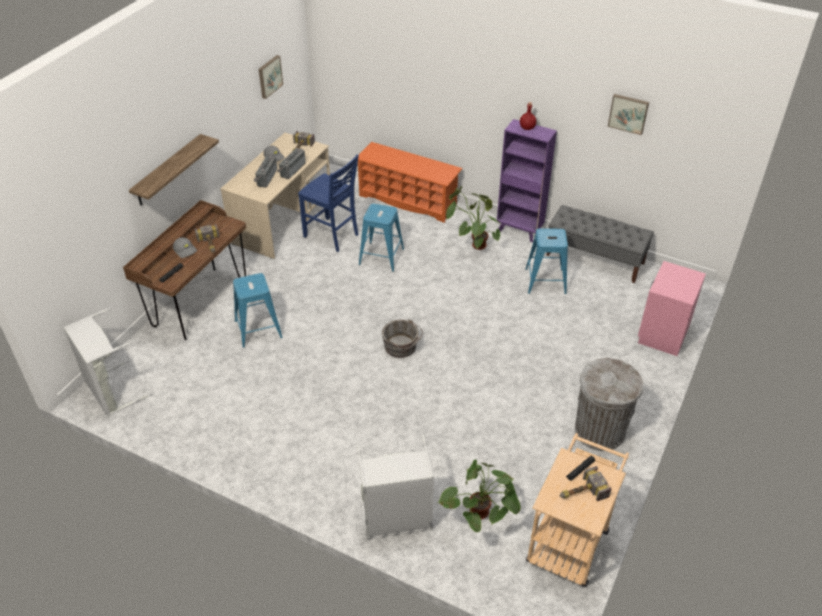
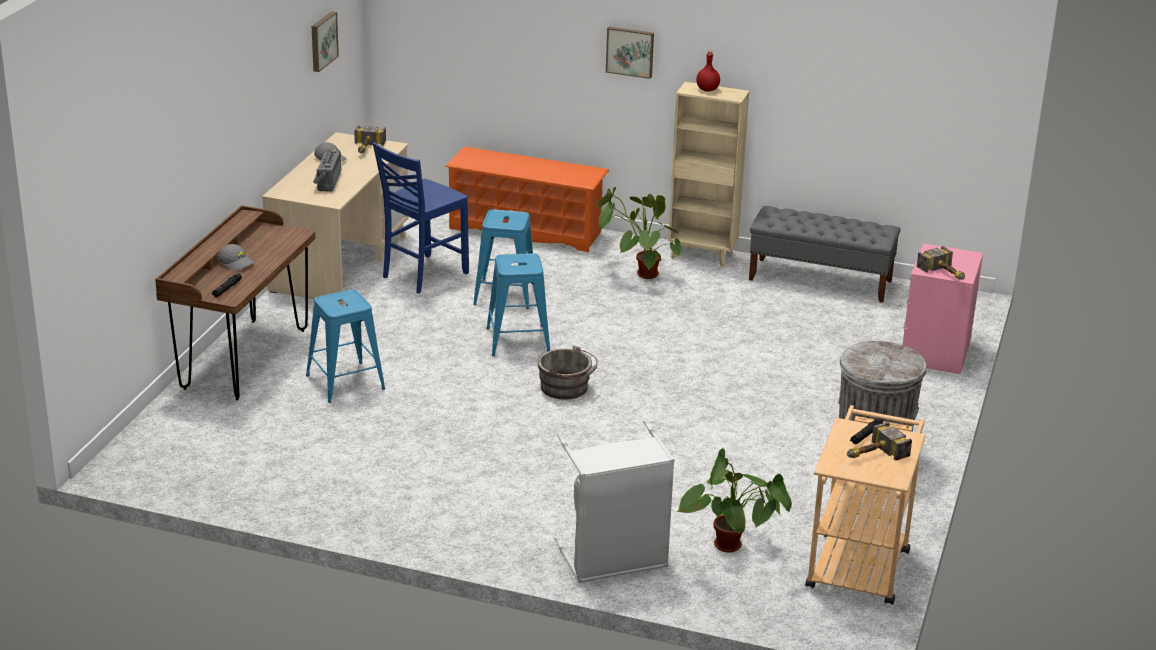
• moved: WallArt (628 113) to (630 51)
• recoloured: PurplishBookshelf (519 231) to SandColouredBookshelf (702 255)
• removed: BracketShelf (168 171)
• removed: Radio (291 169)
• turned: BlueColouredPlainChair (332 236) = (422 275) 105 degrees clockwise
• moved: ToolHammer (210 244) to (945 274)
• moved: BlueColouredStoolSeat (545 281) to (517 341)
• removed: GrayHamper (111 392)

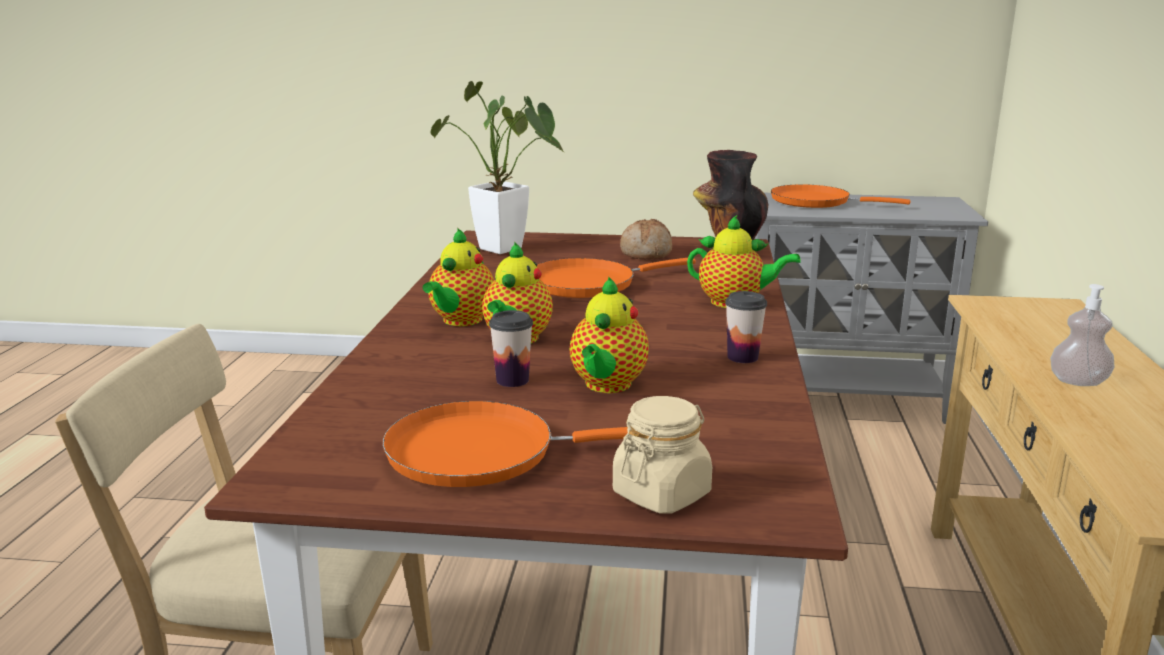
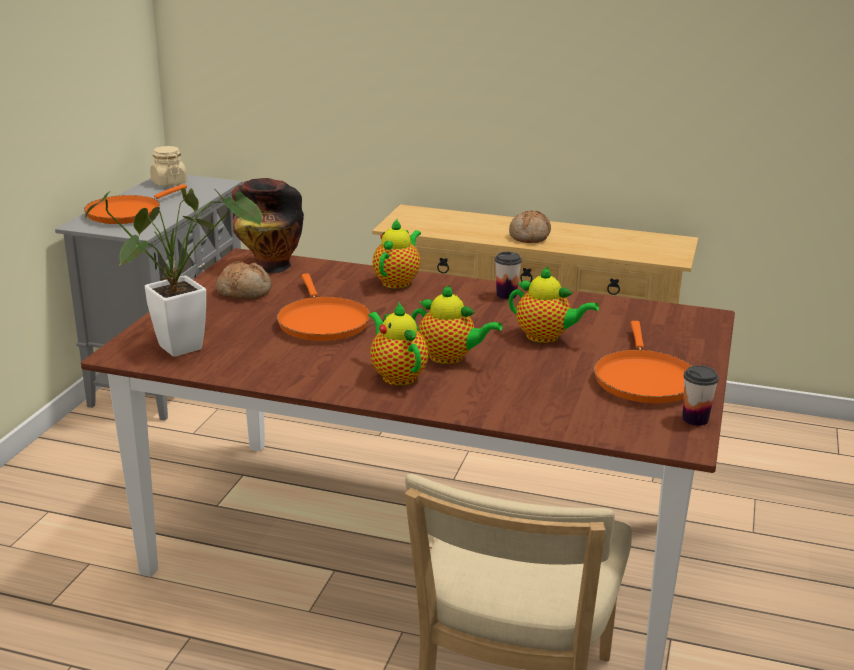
• turned: PotForTea (460 321) = (397 375) 150 degrees counterclockwise
• replaced: LiquidSoapBottle (1078 382) to BakedBread (530 236)
• moved: Cup (512 380) to (695 419)
• moved: SandColouredJar (661 494) to (169 183)

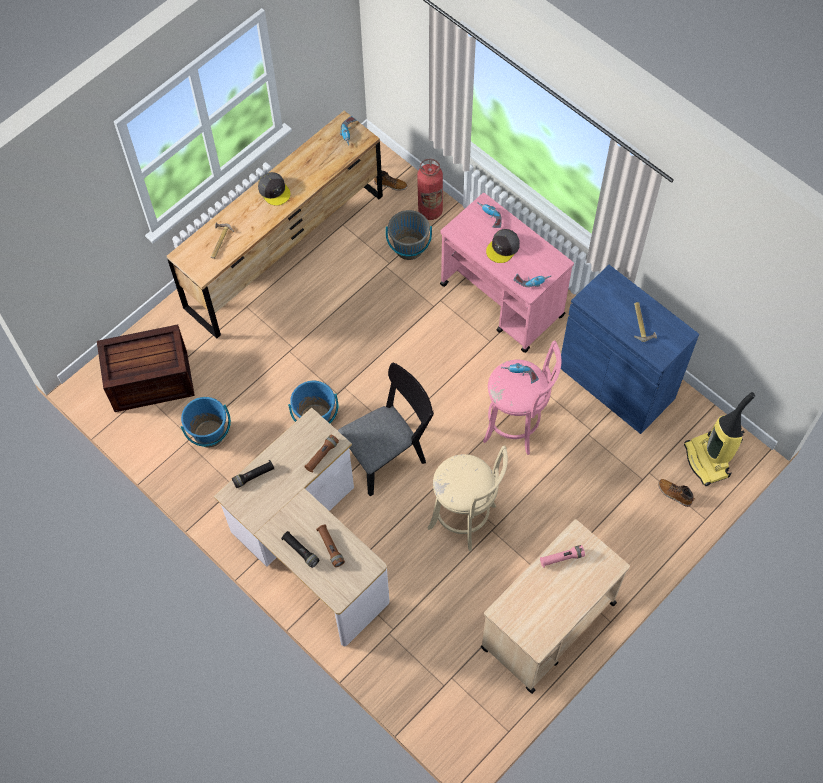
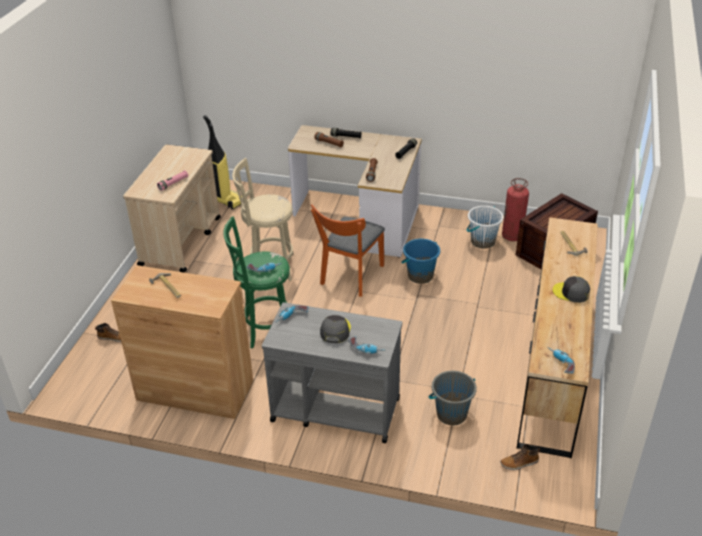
• moved: FireExtinguisher (430 211) to (512 236)
• recoloured: PinkColouredWheeledCart (502 301) to GrayWheeledCart (334 409)
• recoloured: BlueColouredCabinet (616 383) to BrownColouredCabinet (195 390)
• recoloured: PinkColouredStoolSeat (516 426) to GreenishStoolSeat (265 329)
• recoloured: BlackishPlainChair (389 455) to OrangeyPlainChair (350 277)
• moved: Vacuum (708 460) to (226 200)
• recoloured: BlueColouredPail (209 434) to WhitishPail (482 241)

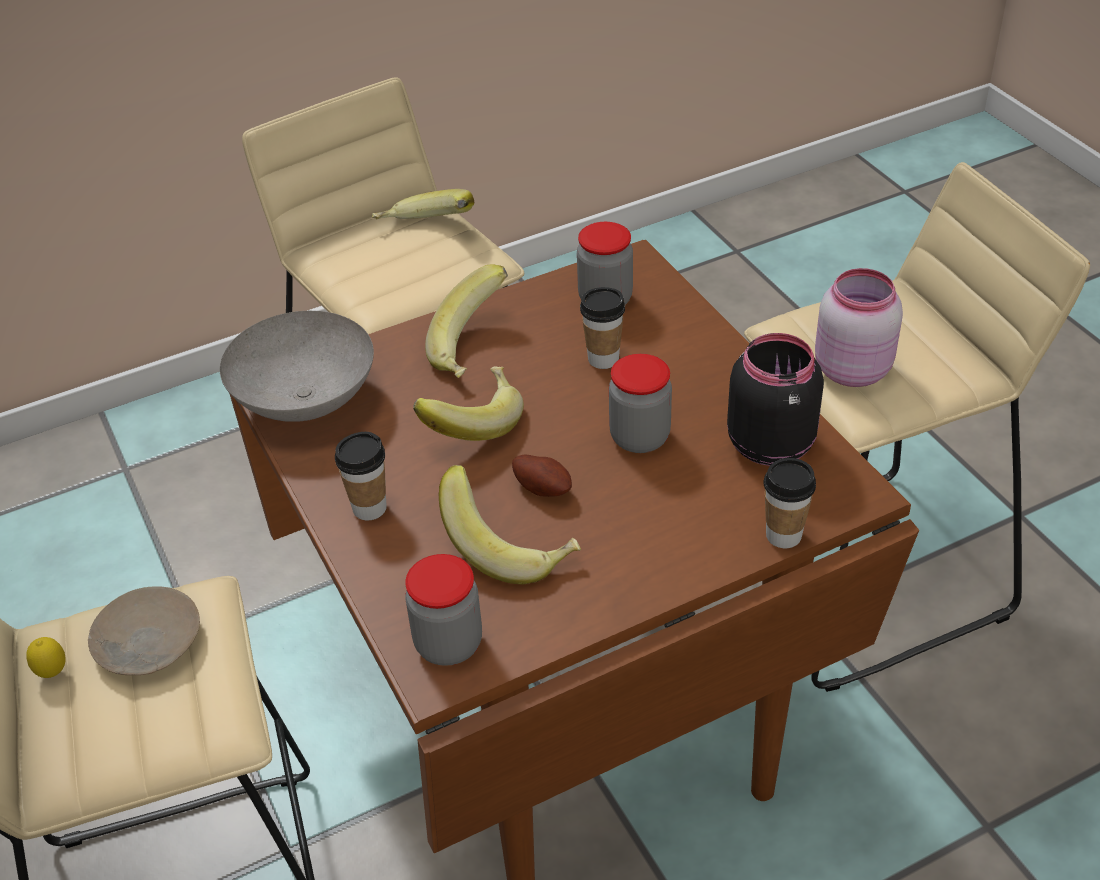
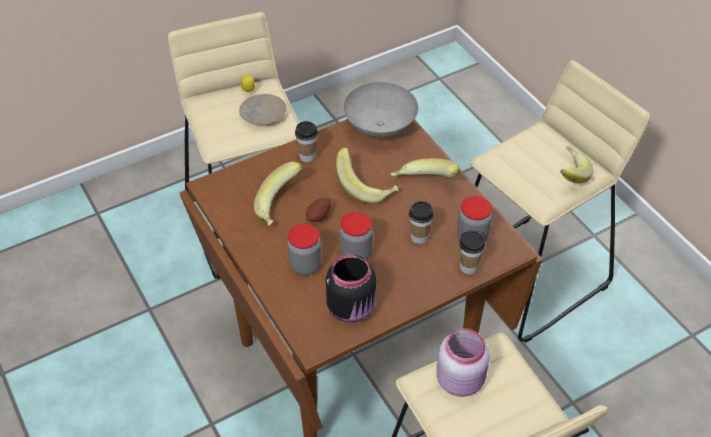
• moved: Cup (783 535) to (468 267)
• moved: Jar (448 644) to (305 265)

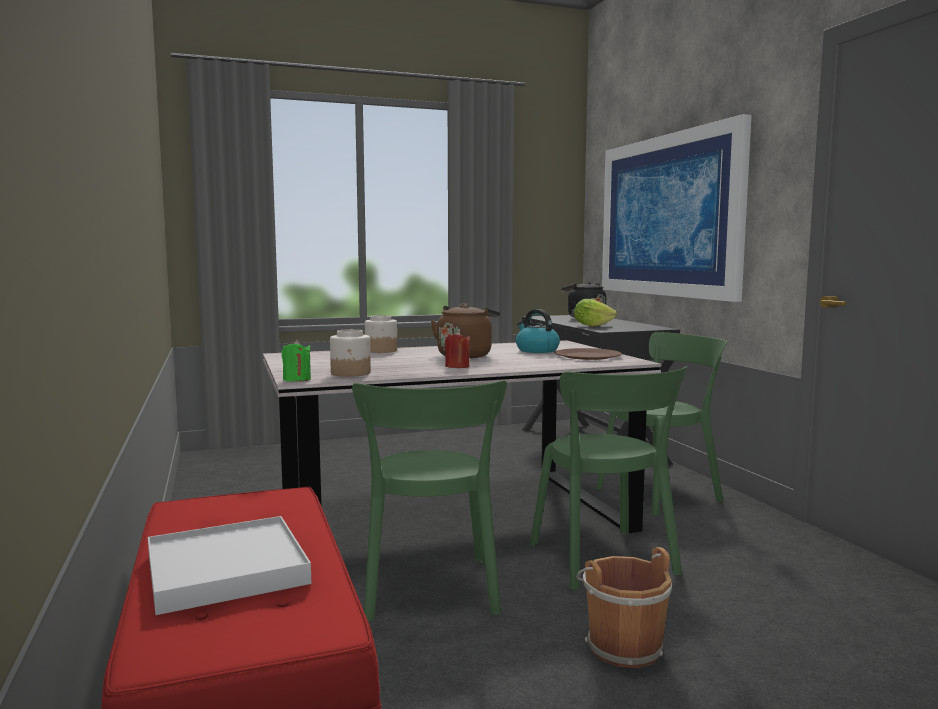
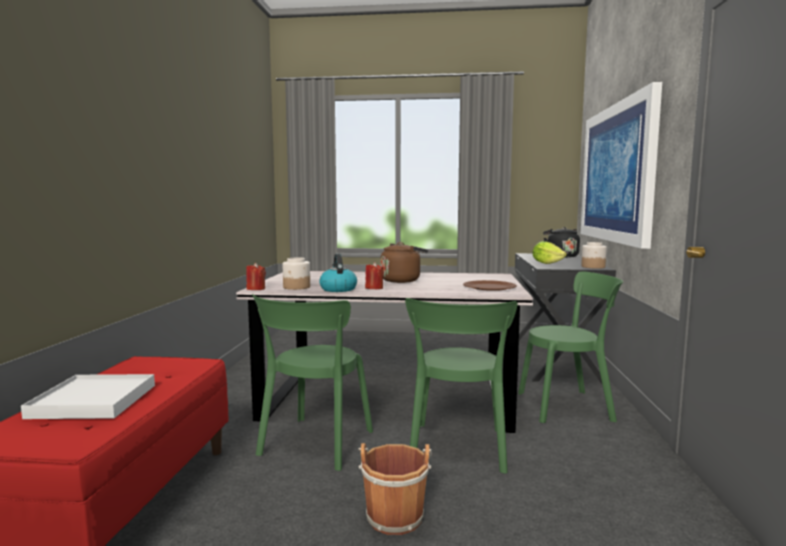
• moved: TeaKettle (536 350) to (338 289)
• moved: Jar (380 350) to (592 267)
• recoloured: GreenishWaxLight (297 379) to RedColouredWaxLight (256 289)

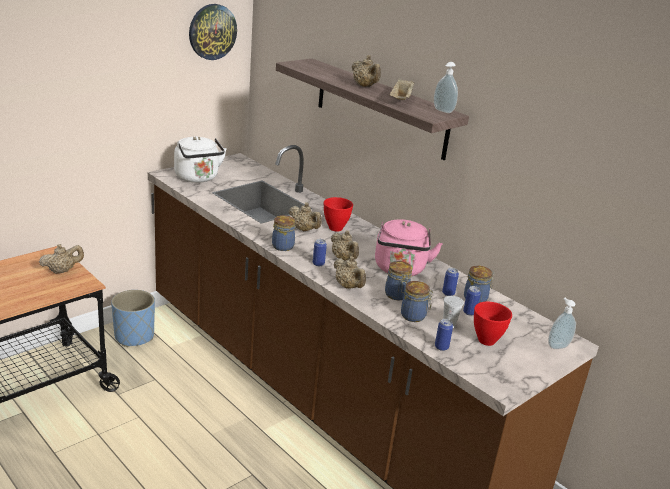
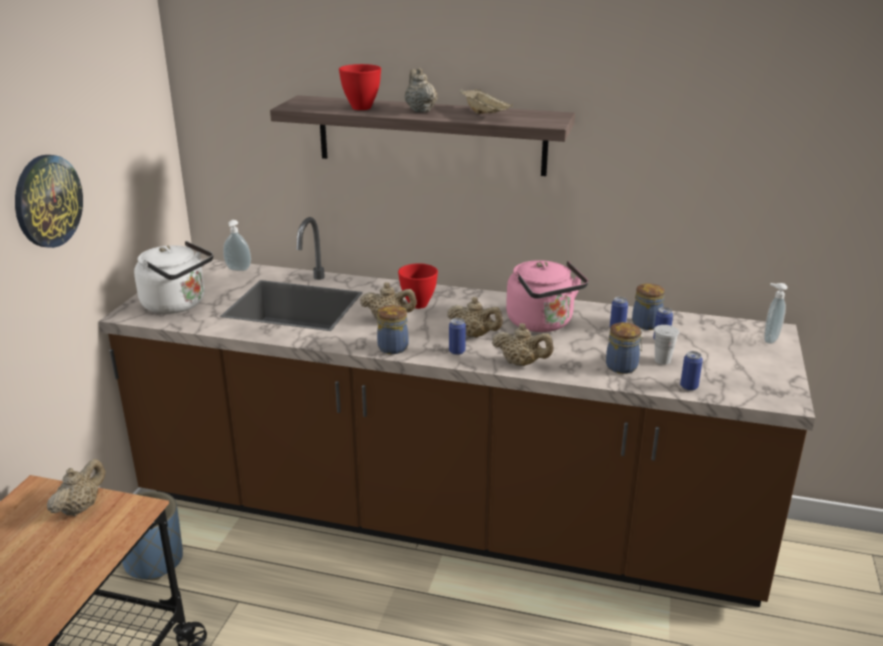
• moved: WallClock (212 31) to (47 201)
• turned: SandColouredPotForTea (365 86) = (420 110) 135 degrees counterclockwise
• moved: LiquidSoapBottle (442 111) to (238 270)
• removed: Jar (397 295)
• moved: RedColouredServingBowl (486 340) to (361 107)

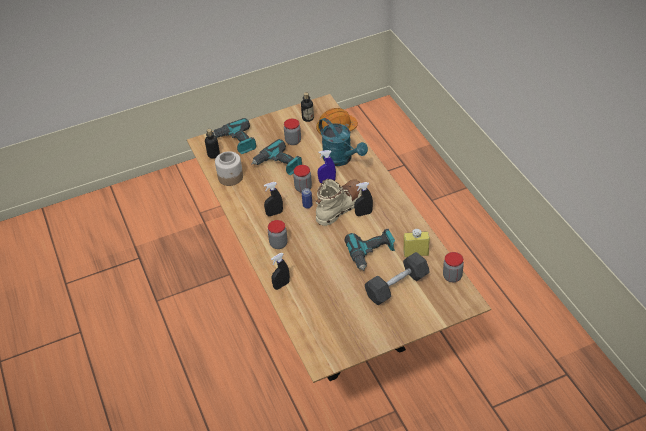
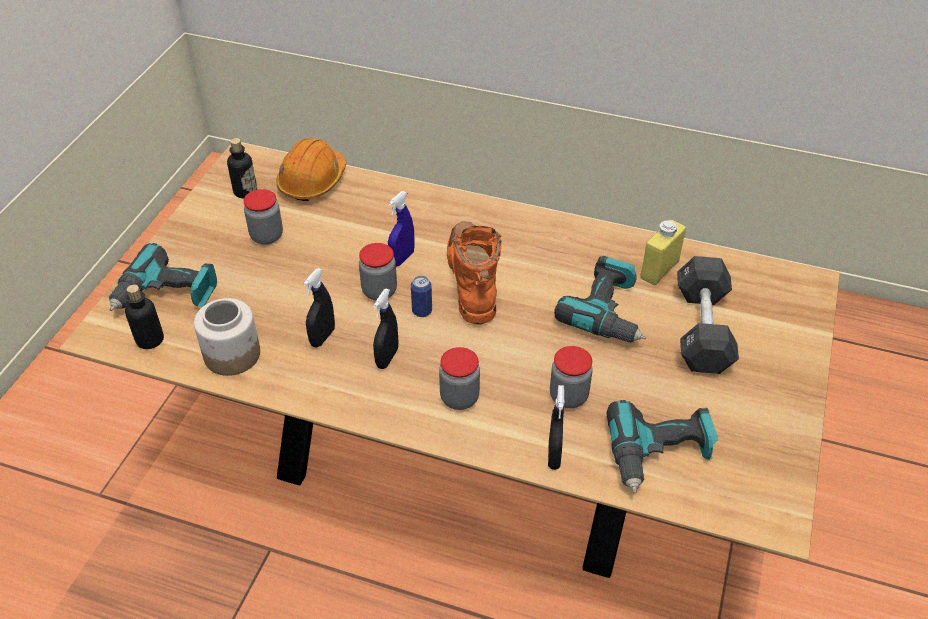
• removed: BlueGreenSprinklingCan (341 159)
• moved: PowerDrill (278 164) to (659 455)
• recoloured: SandColouredHighTopBoot (340 207) to OrangeyHighTopBoot (473 280)
• moved: BlackishHandSprayer (363 213) to (322 337)
• moved: Jar (452 276) to (568 396)

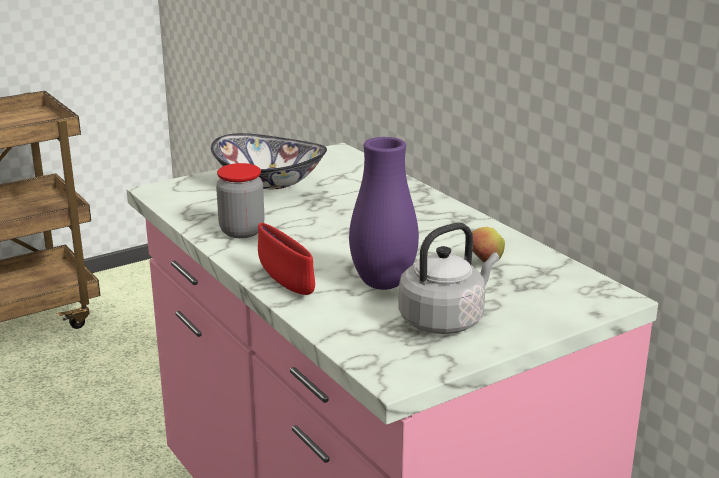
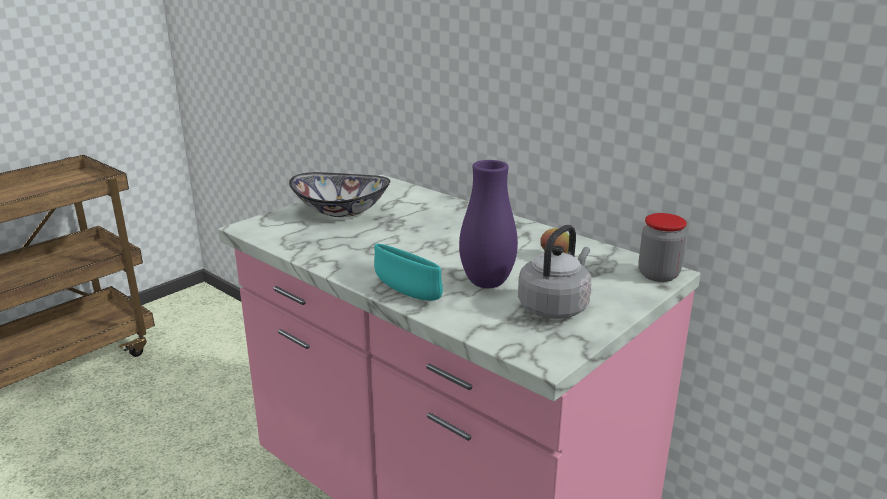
• moved: Jar (242 231) to (658 275)
• recoloured: RedColouredServingBowl (286 283) to BlueGreenServingBowl (407 293)

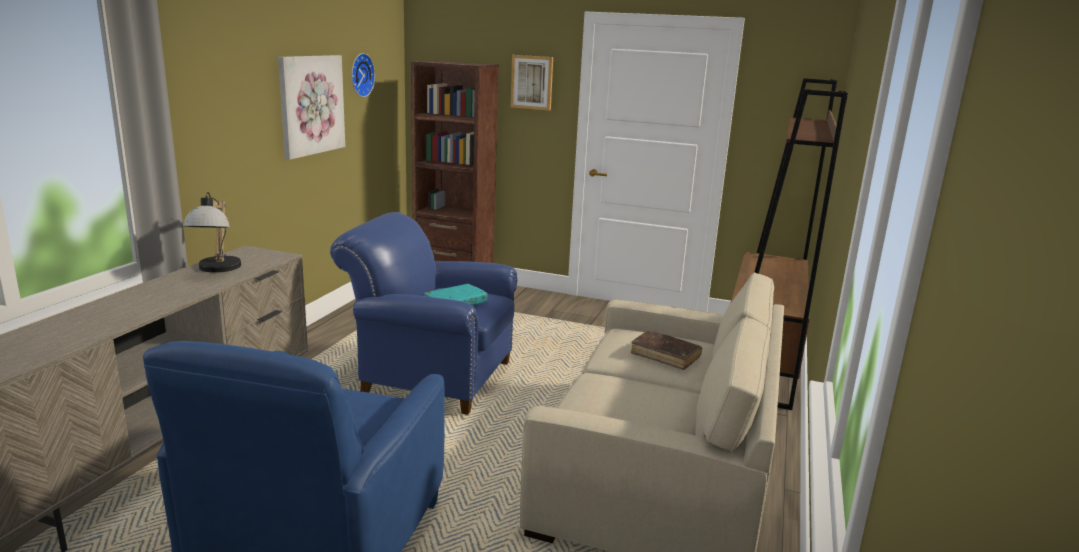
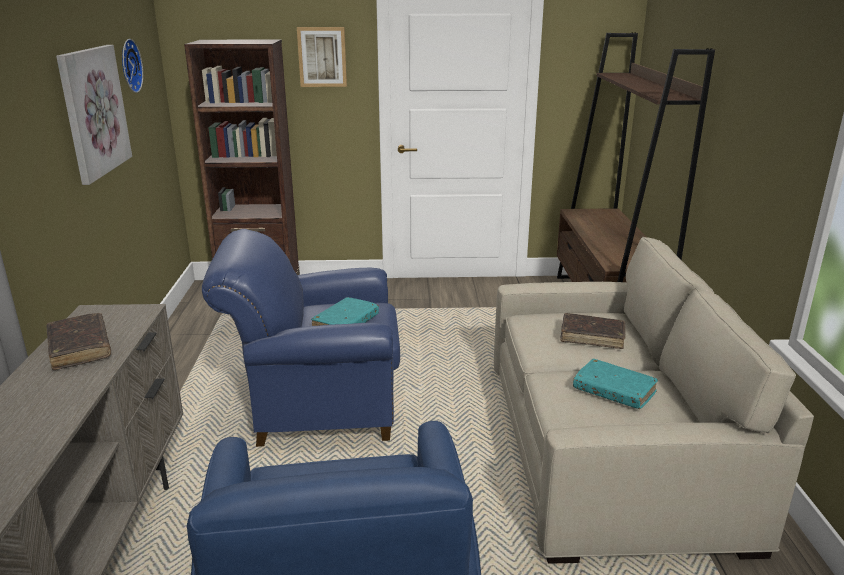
• replaced: LampForATable (217 270) to BrownColouredVolume (80 348)
• added: BlueGreenVolume (614 391)

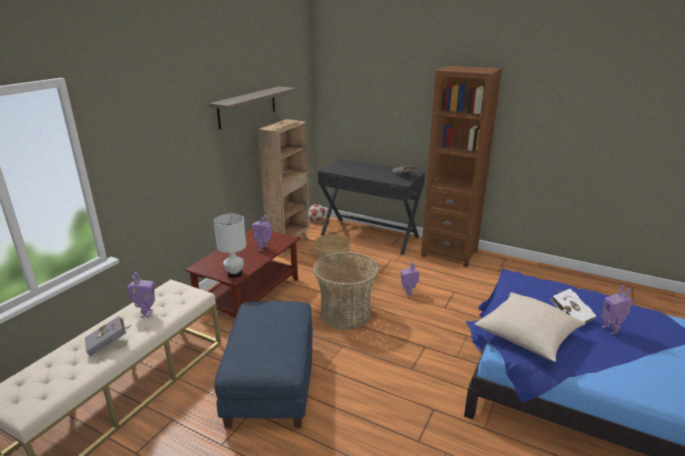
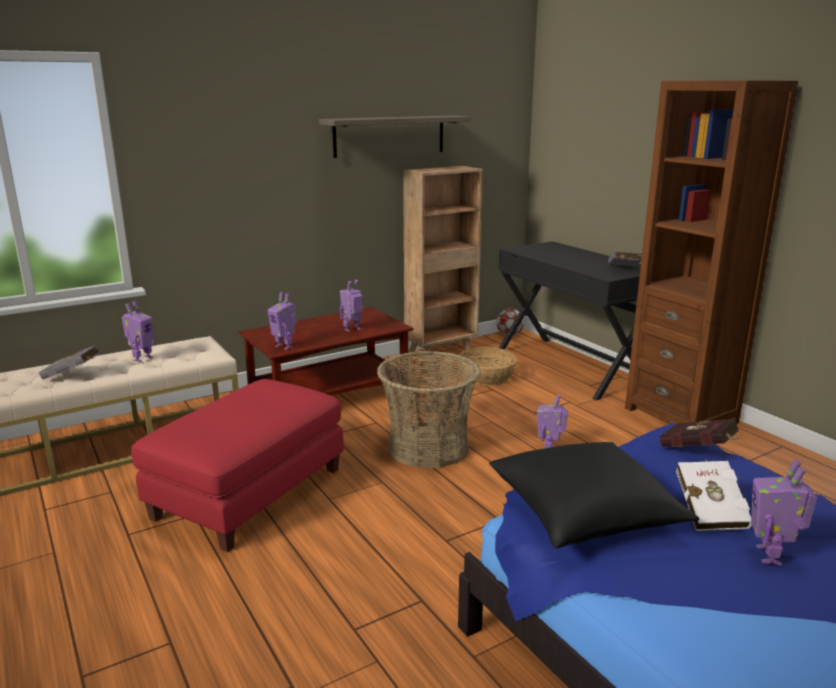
• replaced: WhitishLampForATable (235 274) to ModelRobot (284 346)
• recoloured: SandColouredCushion (527 336) to BlackishCushion (584 513)
• recoloured: BlueColouredFootrest (271 382) to RedColouredFootrest (250 492)
• added: RedColouredVolume (699 451)

